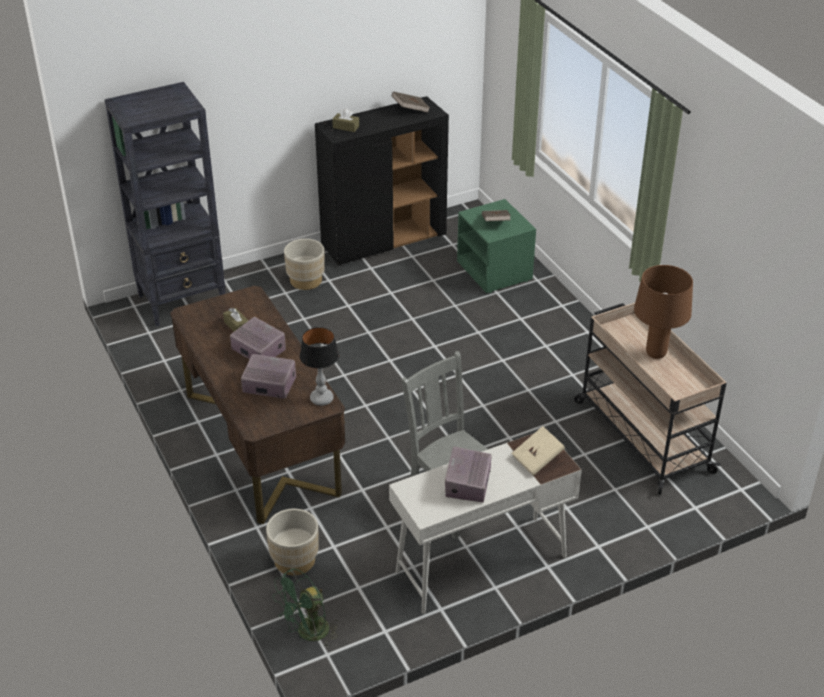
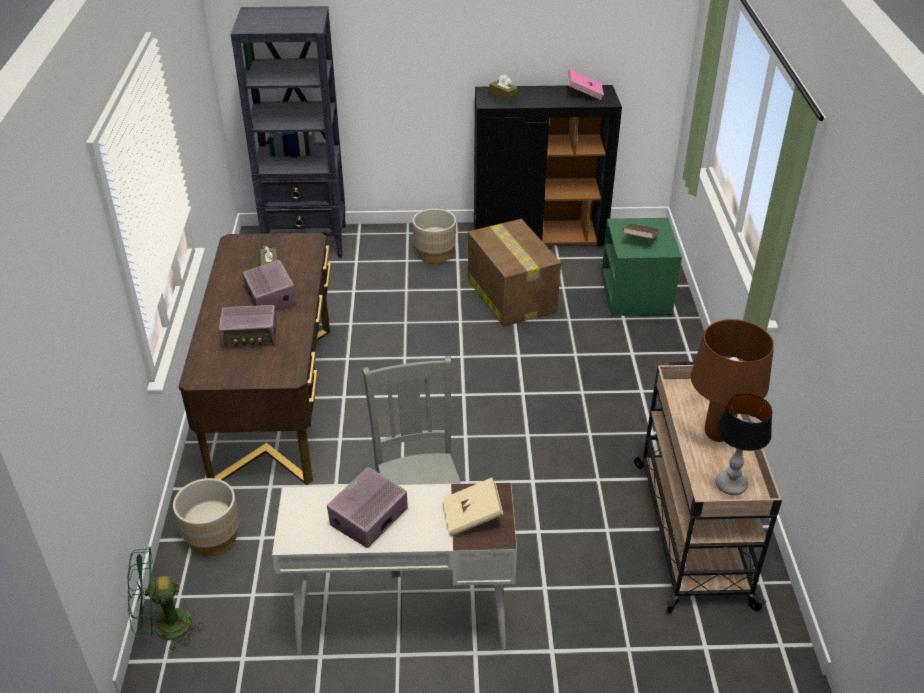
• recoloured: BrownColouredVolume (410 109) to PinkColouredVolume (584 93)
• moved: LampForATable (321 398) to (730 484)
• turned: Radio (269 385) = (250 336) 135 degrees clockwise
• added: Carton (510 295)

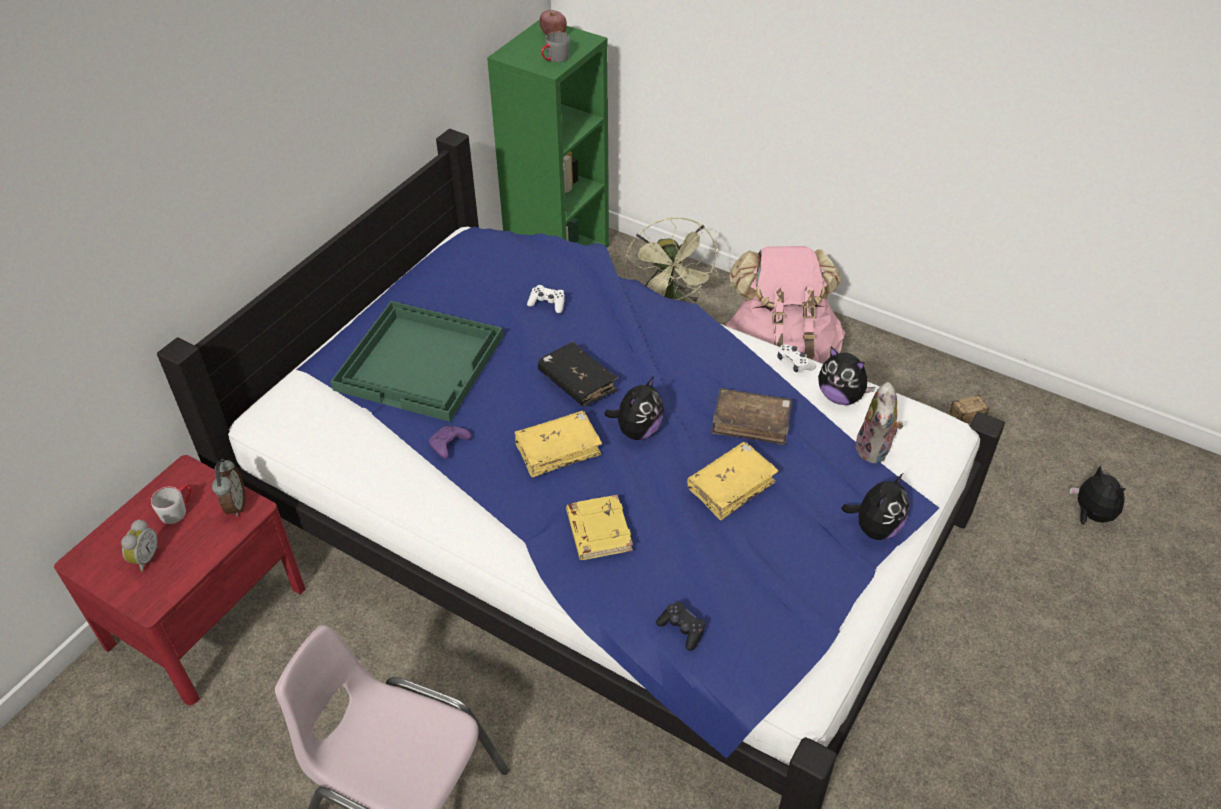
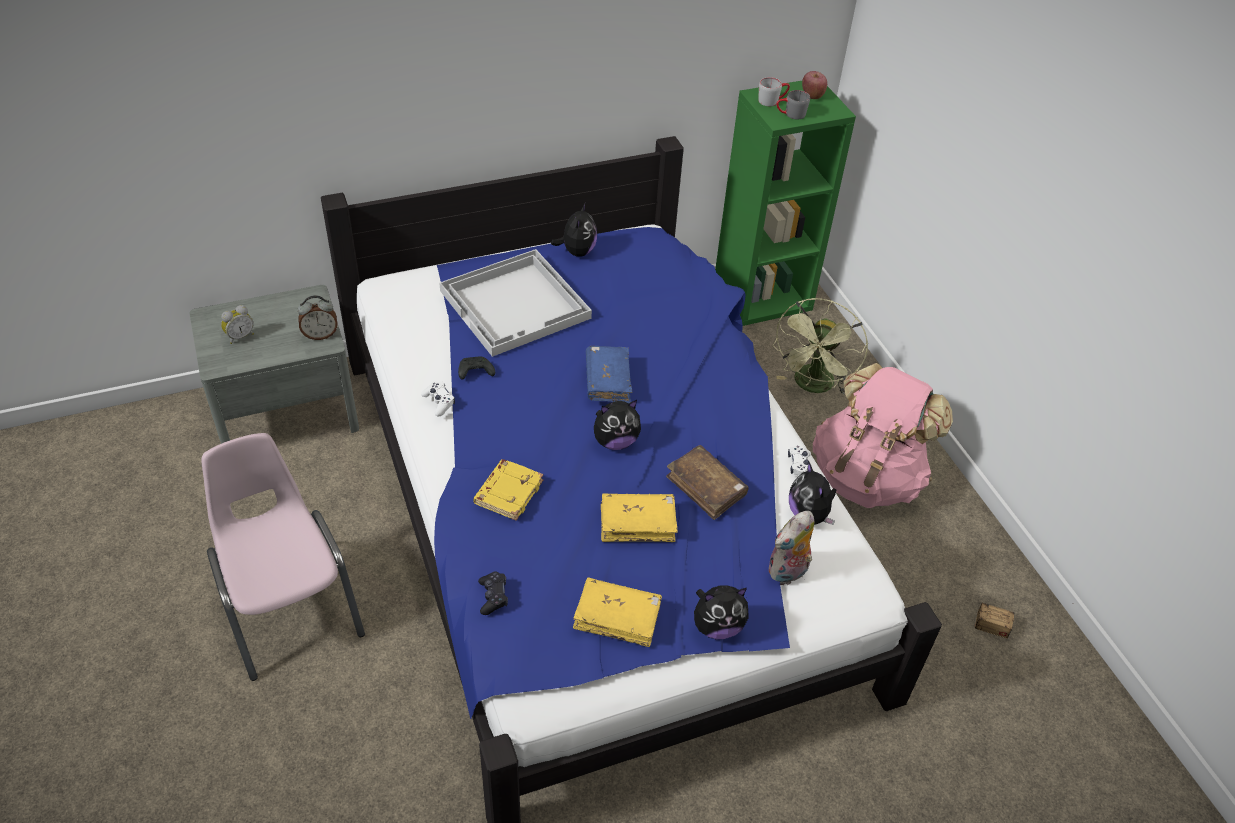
• moved: WhitishGameController (547 303) to (439 402)
• recoloured: GreenishCarryingTray (421 362) to WhitishCarryingTray (516 305)
• recoloured: BlackishVolume (577 382) to BlueColouredVolume (608 381)
• moved: YellowColouredVolume (558 450) to (617 617)
• recoloured: PurplishGameController (448 446) to BlackishGameController (475 373)
• recoloured: RedColouredNightstand (206 616) to GrayNightstand (285 410)
• turned: BedsideClock (235 505) = (320 335) 45 degrees clockwise
• moved: CuddlyToy (1090 515) to (577 251)
• moved: GrayCoffeeMug (178 509) to (772 100)

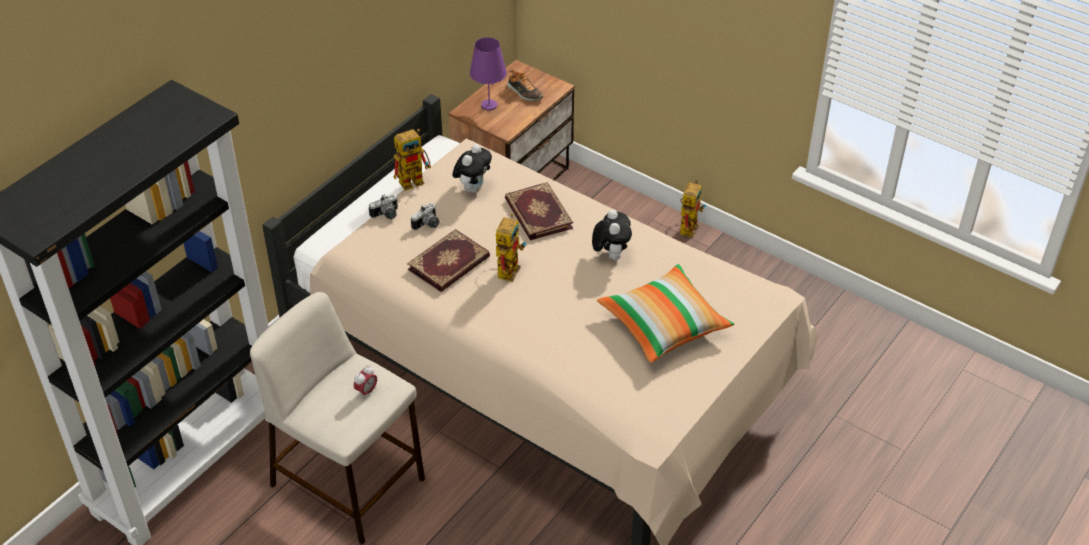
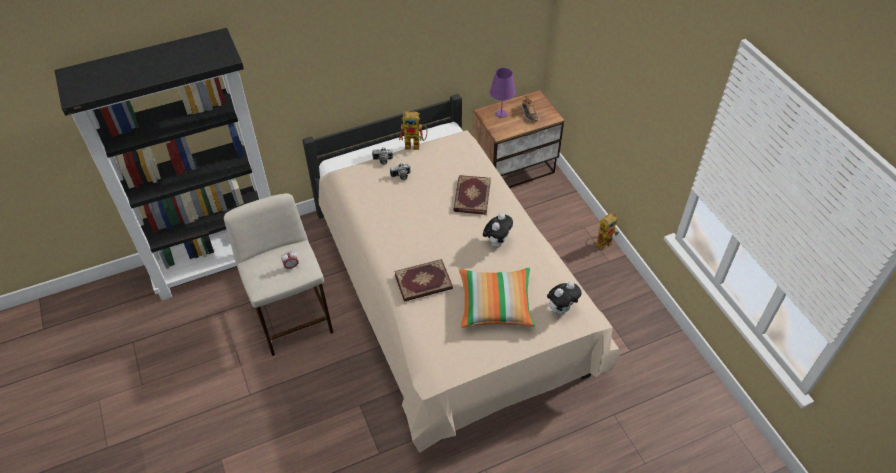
• moved: CuddlyToy (473 187) to (561 309)
• removed: ModelRobot (508 267)
• moved: Volume (449 264) to (423 283)

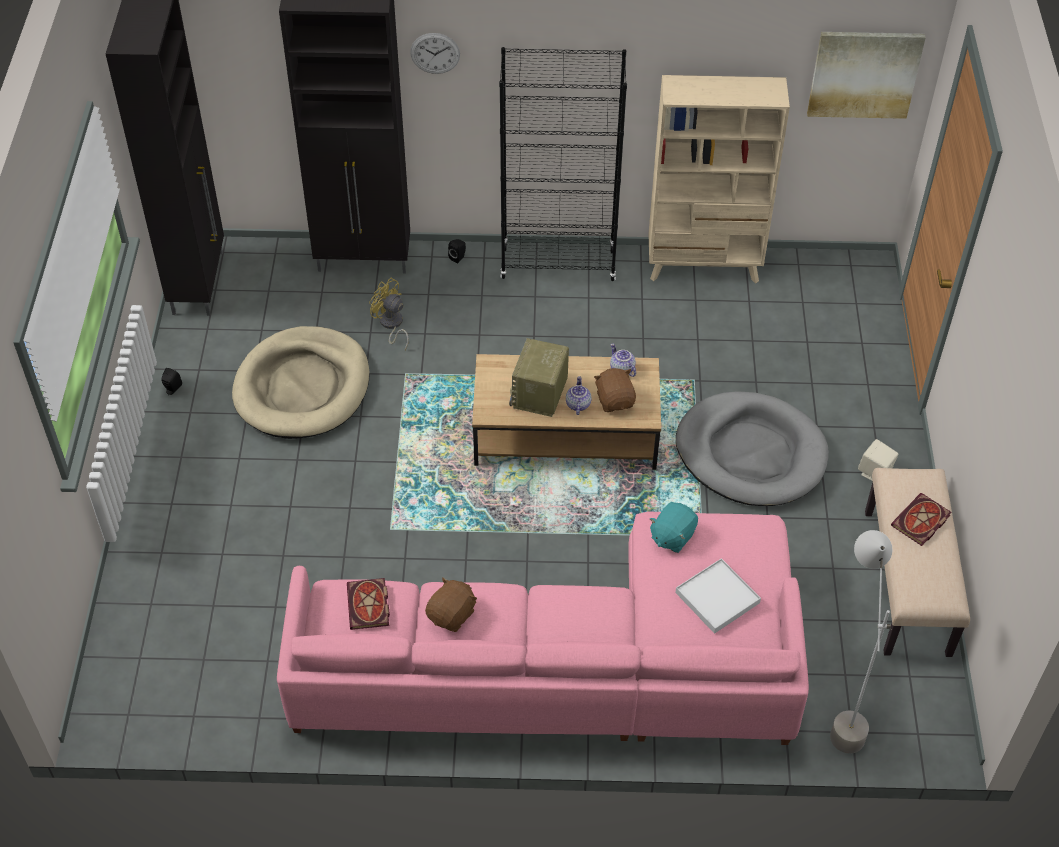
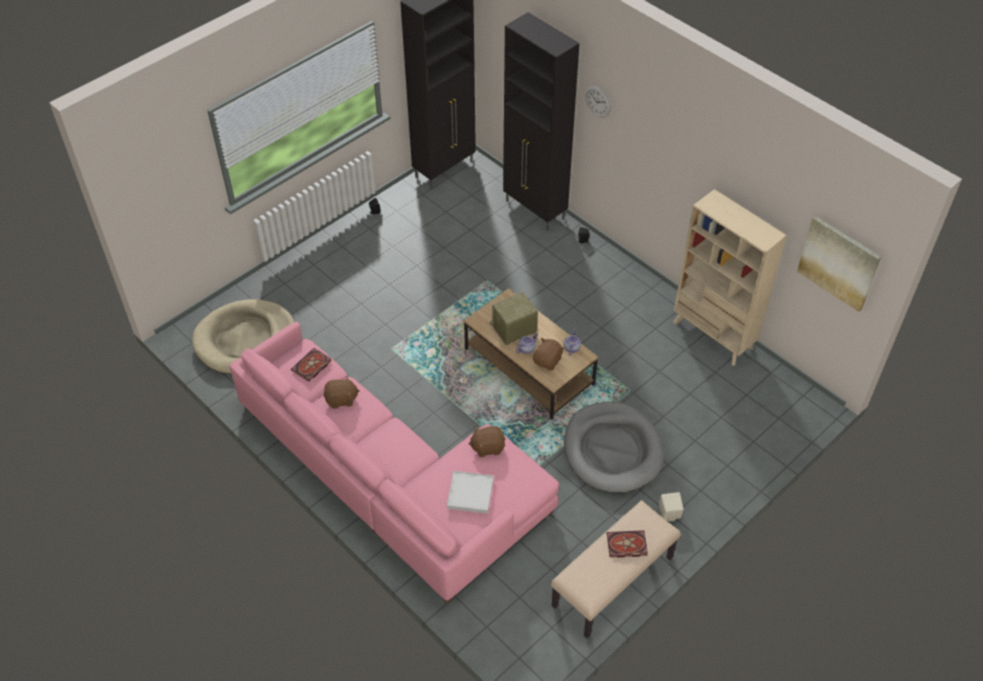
• removed: BlackishBookshelf (558 264)
• removed: YellowColouredElectricFan (391 325)
• moved: SandColouredPetBed (302 387) to (245 340)
• recoloured: BlueGreenCuddlyToy (672 536) to BrownColouredCuddlyToy (487 447)
• removed: GrayStandingLamp (841 711)

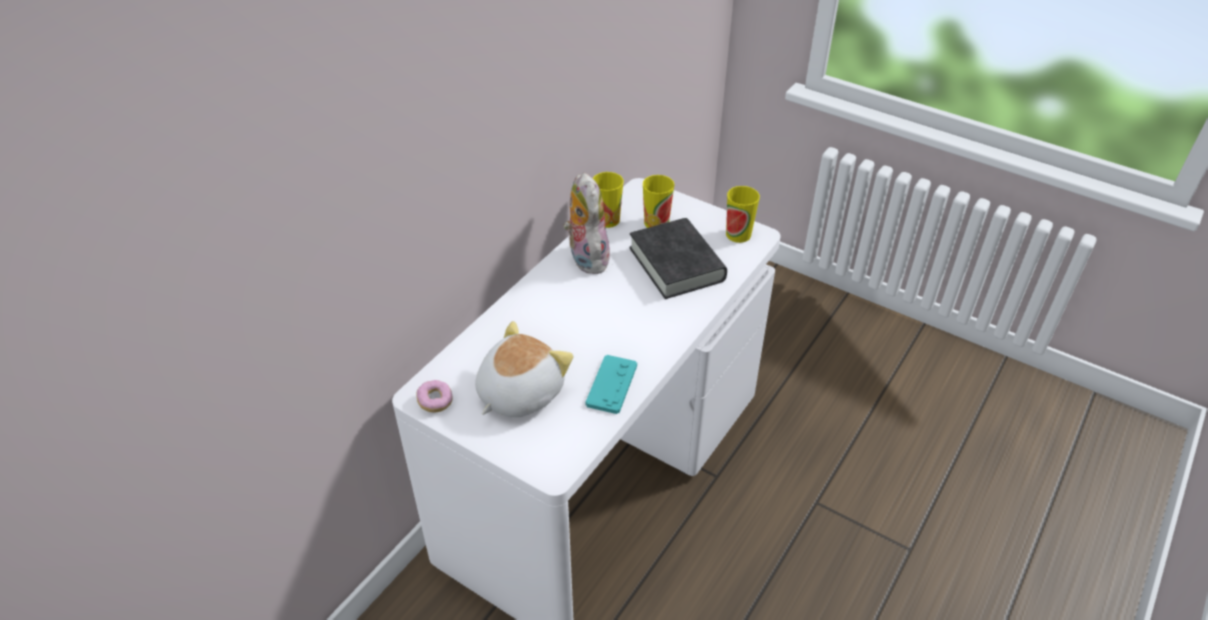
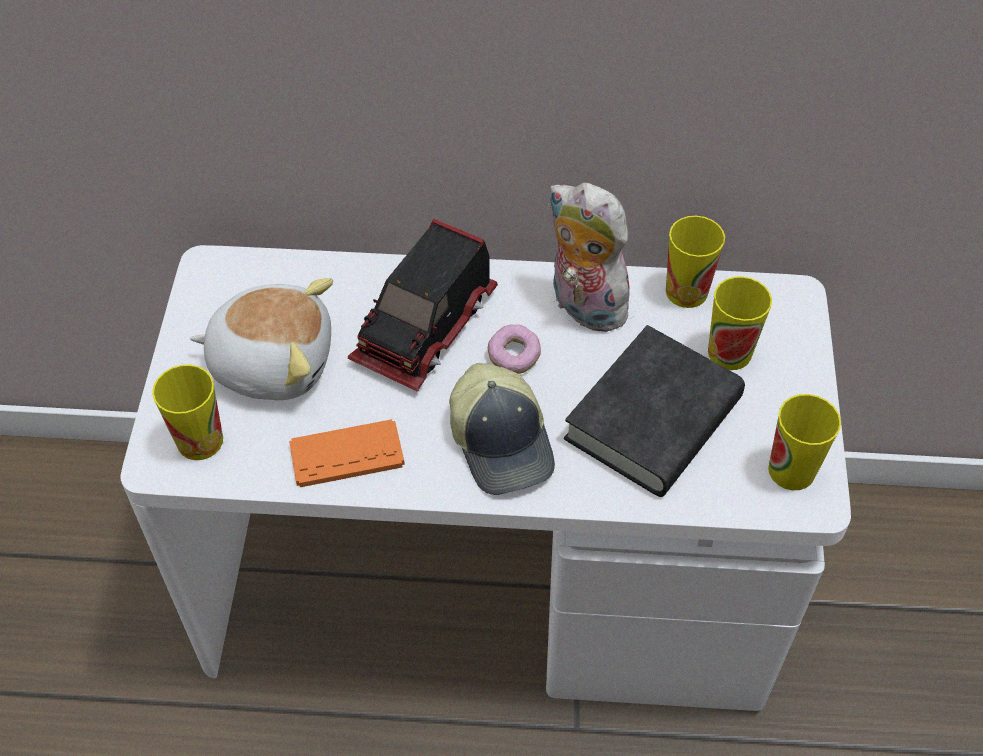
• turned: CuddlyToy (586 257) = (582 306) 90 degrees counterclockwise
• recoloured: BlueGreenGameController (611 385) to OrangeyGameController (347 455)
• moved: Donut (435 402) to (513 356)
• added: ToyLorry (427 328)
• added: BaseballCap (503 442)
• added: Cup (200 441)

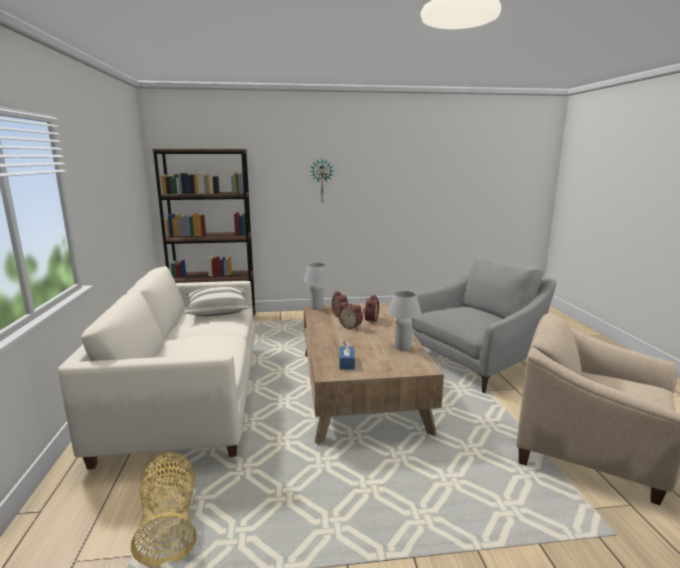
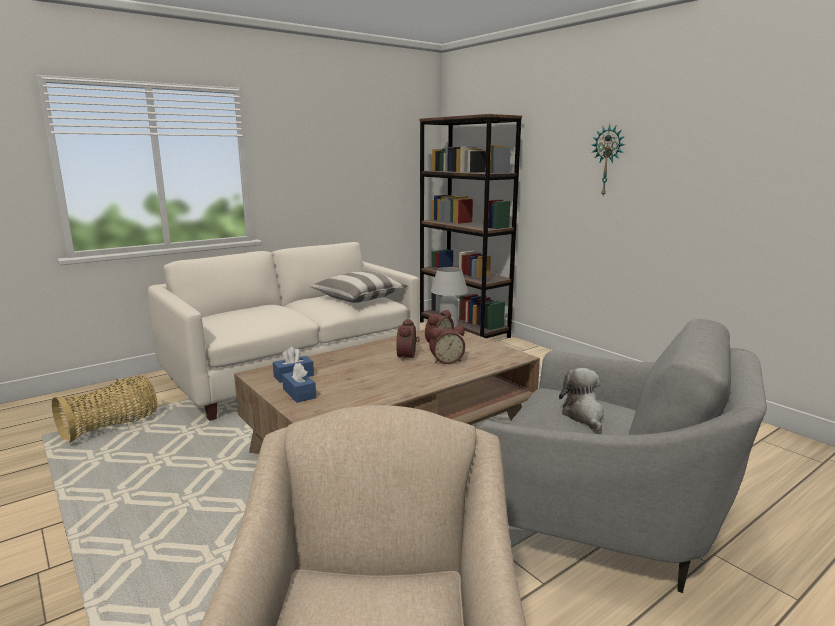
• removed: WhitishLampForATable (403 347)
• added: BlueColouredTissueHolder (299 393)
• added: CuddlyToy (583 416)

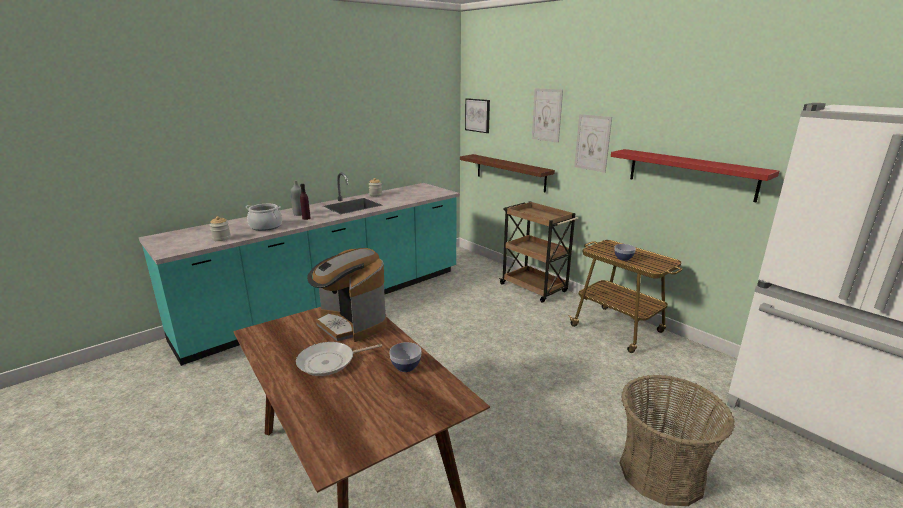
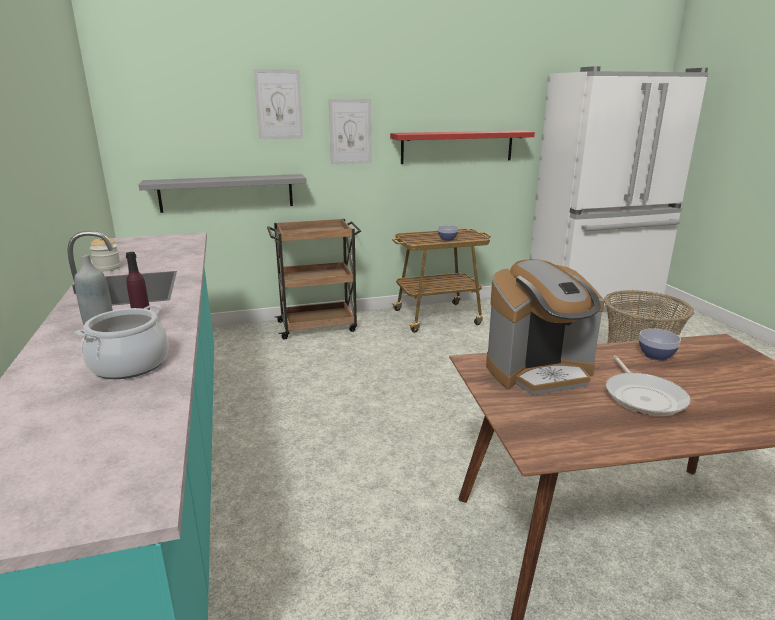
• removed: WallArt (478 115)
• recoloured: BrownColouredBracketShelf (510 172) to GrayBracketShelf (226 193)
• removed: Jar (221 238)

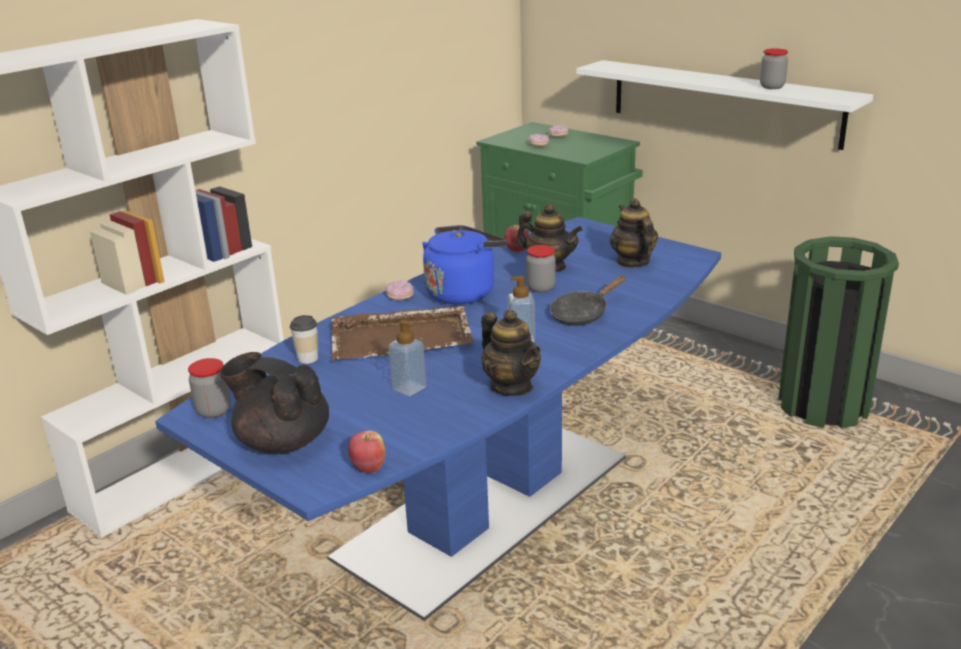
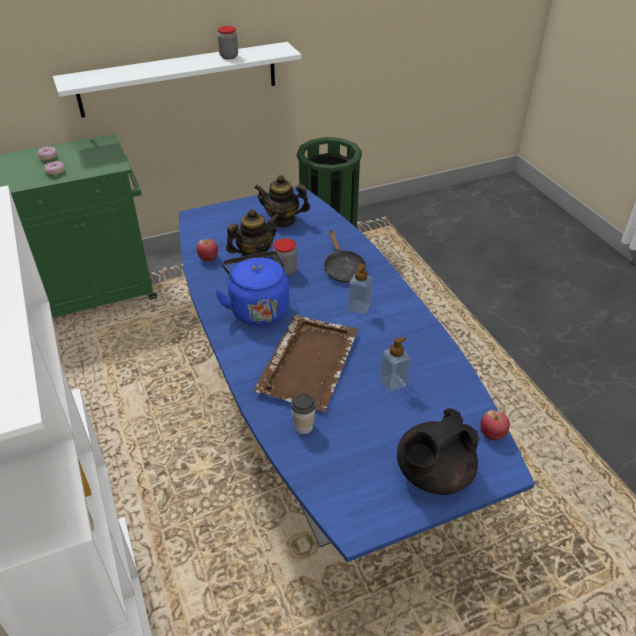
• removed: Donut (400 296)
• removed: PotForTea (511 386)
• removed: Jar (214 411)

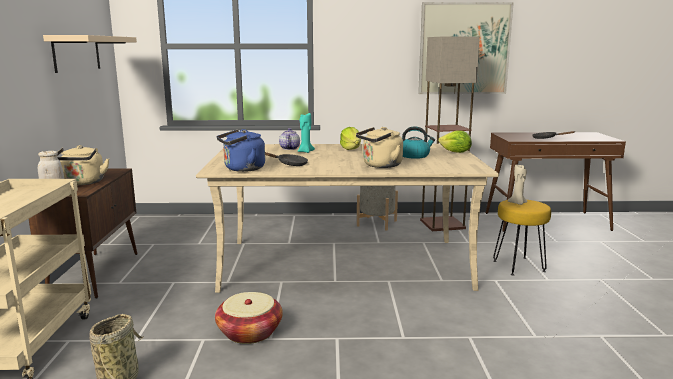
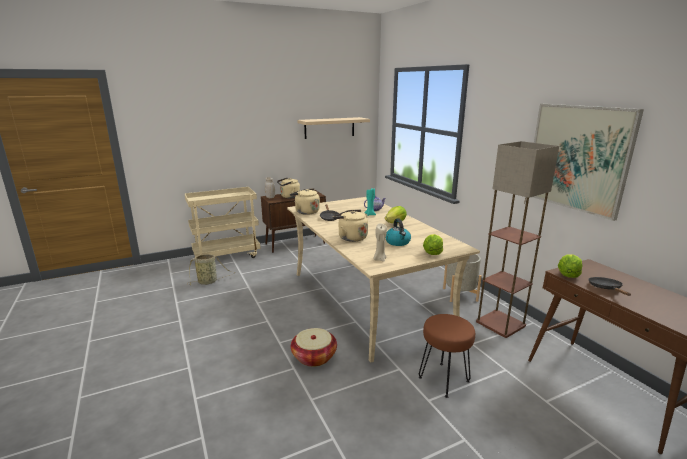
• recoloured: BlueColouredTeaKettle (242 169) to SandColouredTeaKettle (305 212)
• moved: SandColouredWaxLight (517 203) to (379 259)
• recoloured: YellowColouredStoolSeat (519 266) to BrownColouredStoolSeat (444 380)
• moved: Basket (250 332) to (314 357)
• added: Lettuce (567 275)

